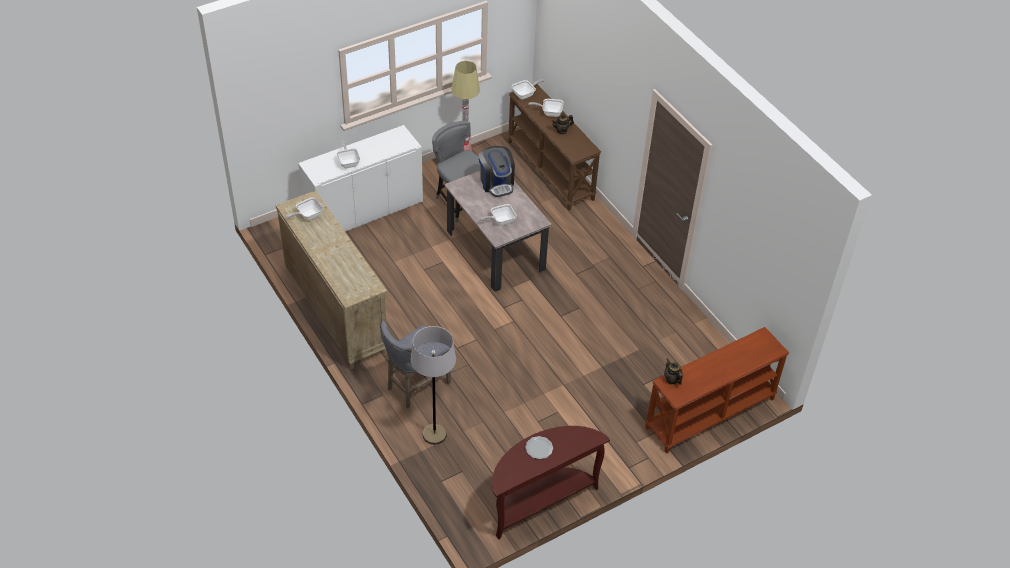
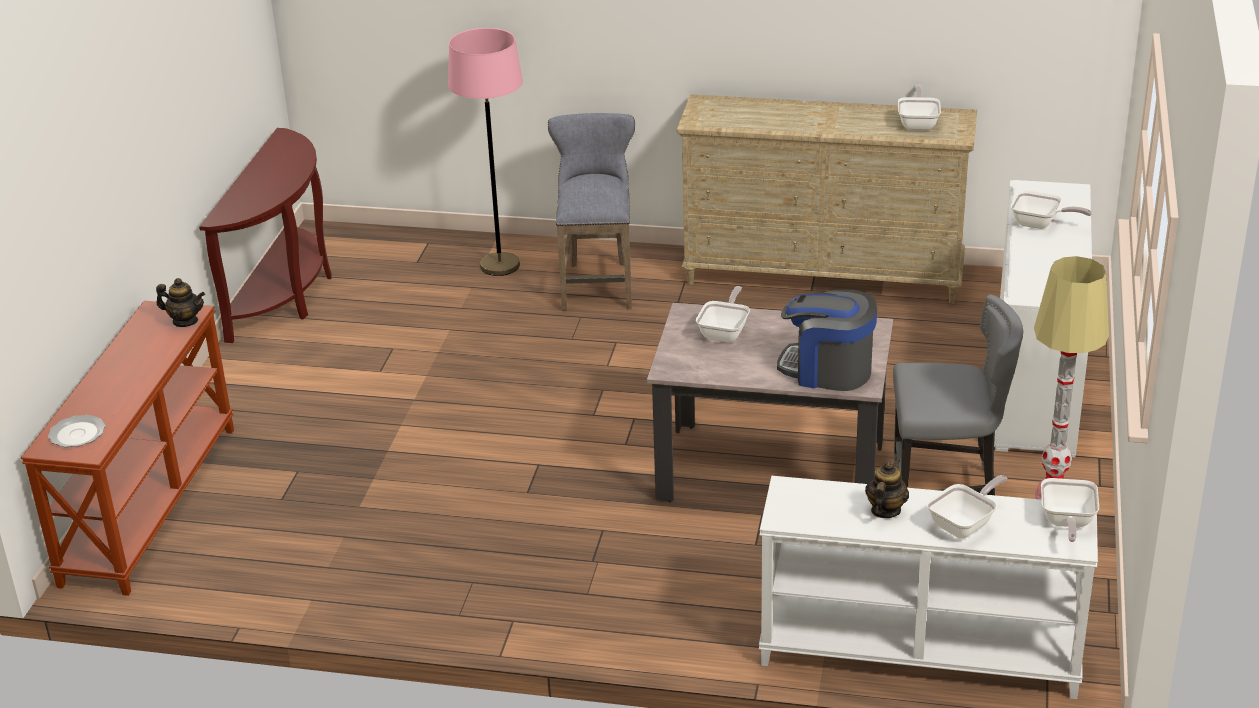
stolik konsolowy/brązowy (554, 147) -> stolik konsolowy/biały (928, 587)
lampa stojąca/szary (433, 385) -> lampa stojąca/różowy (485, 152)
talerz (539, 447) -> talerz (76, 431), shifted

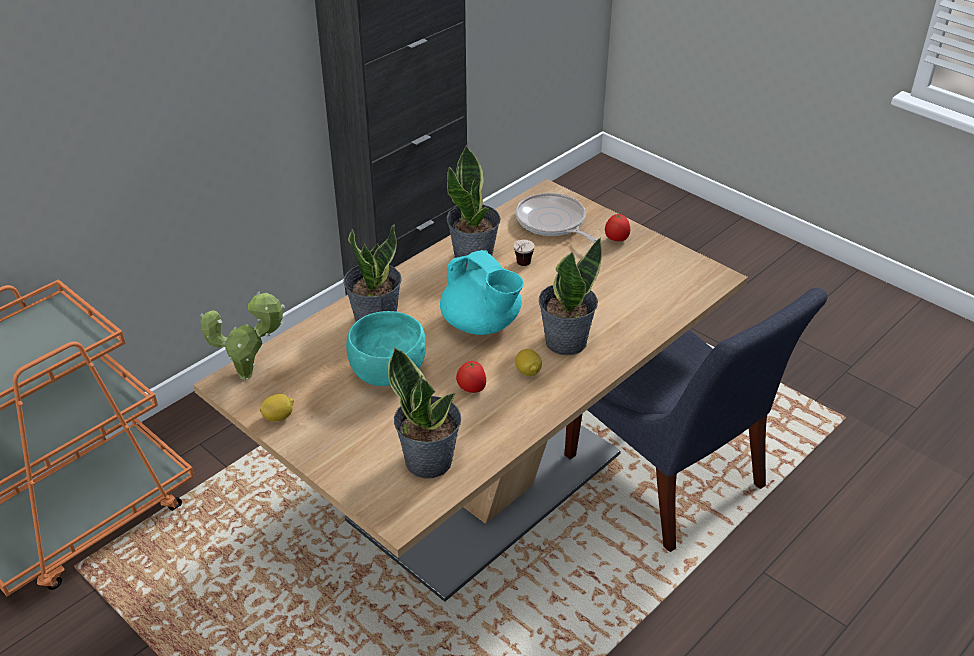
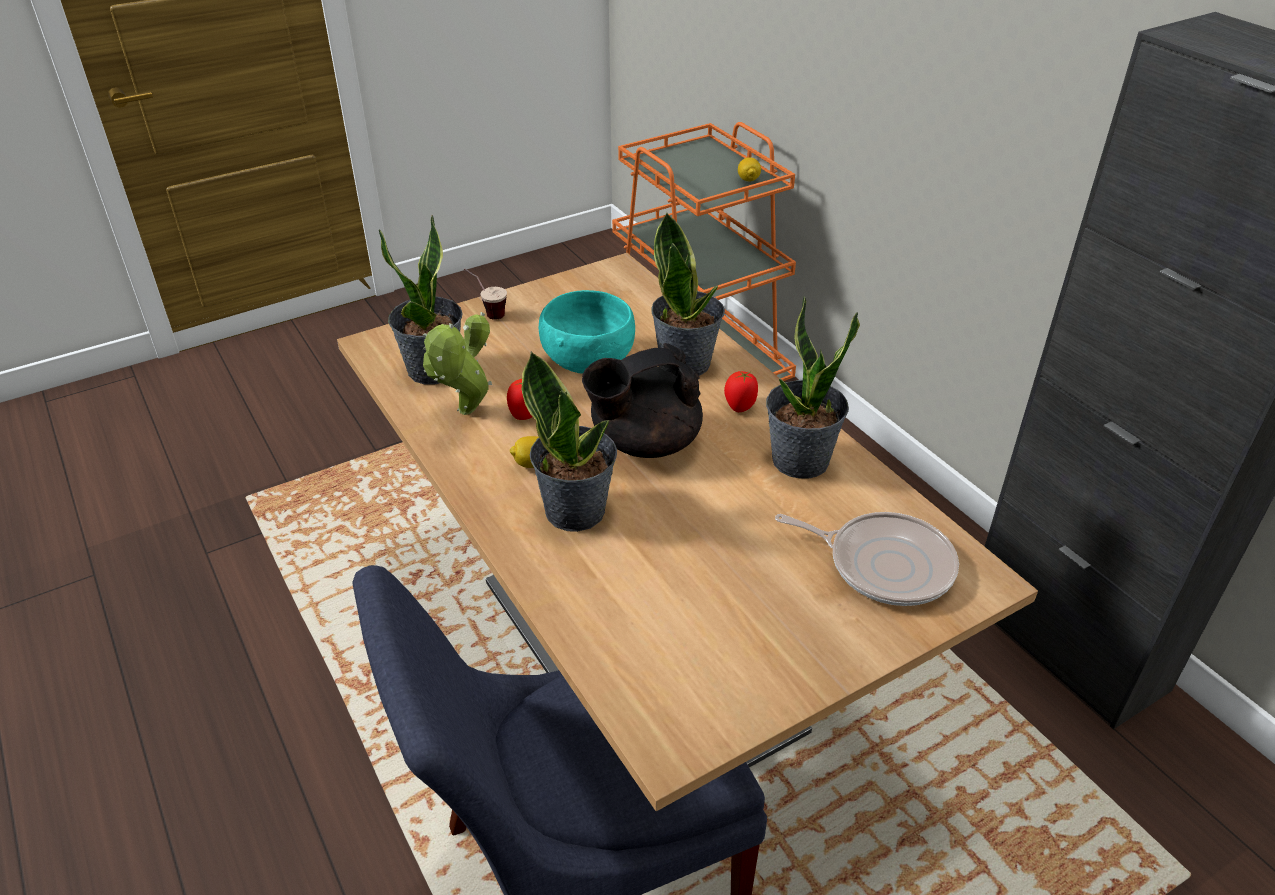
patelnia (556, 218) -> patelnia (867, 559), 45 degrees clockwise
pomidor (617, 227) -> pomidor (741, 391), shifted
filiżanka (524, 253) -> filiżanka (485, 294), shifted
imbryk/turkusowy (482, 292) -> imbryk/czarny (642, 400)
roślina doniczkowa (242, 335) -> roślina doniczkowa (457, 363), shifted
cytryna (277, 408) -> cytryna (749, 169), shifted

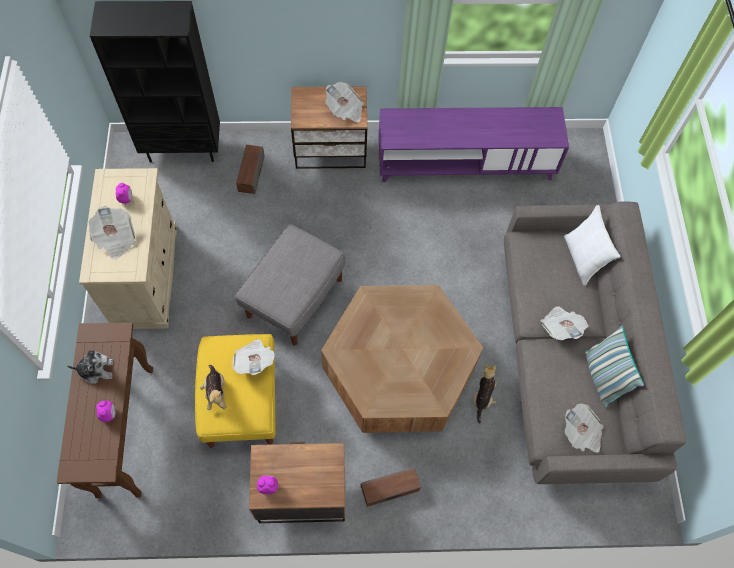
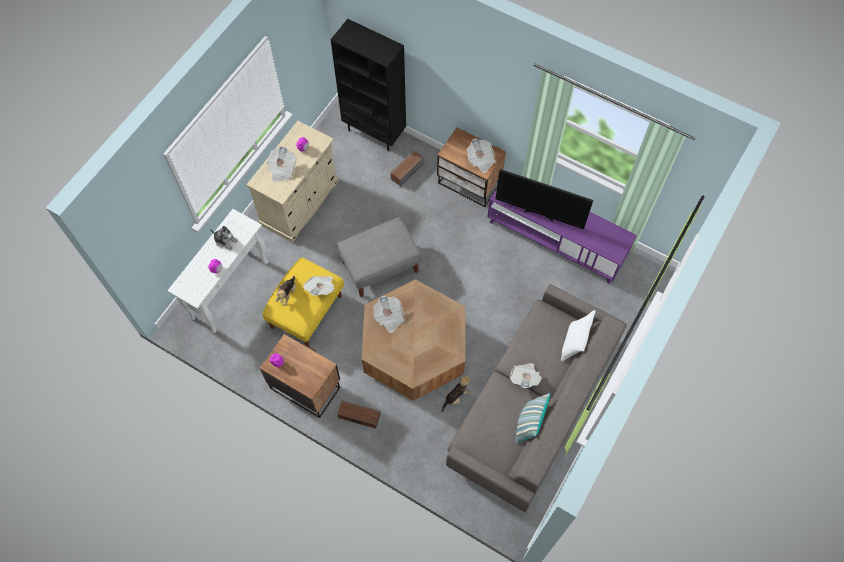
stolik konsolowy/brązowy (104, 410) -> stolik konsolowy/biały (218, 271)
gazeta (584, 428) -> gazeta (389, 314), shifted
none -> telewizor (544, 199)

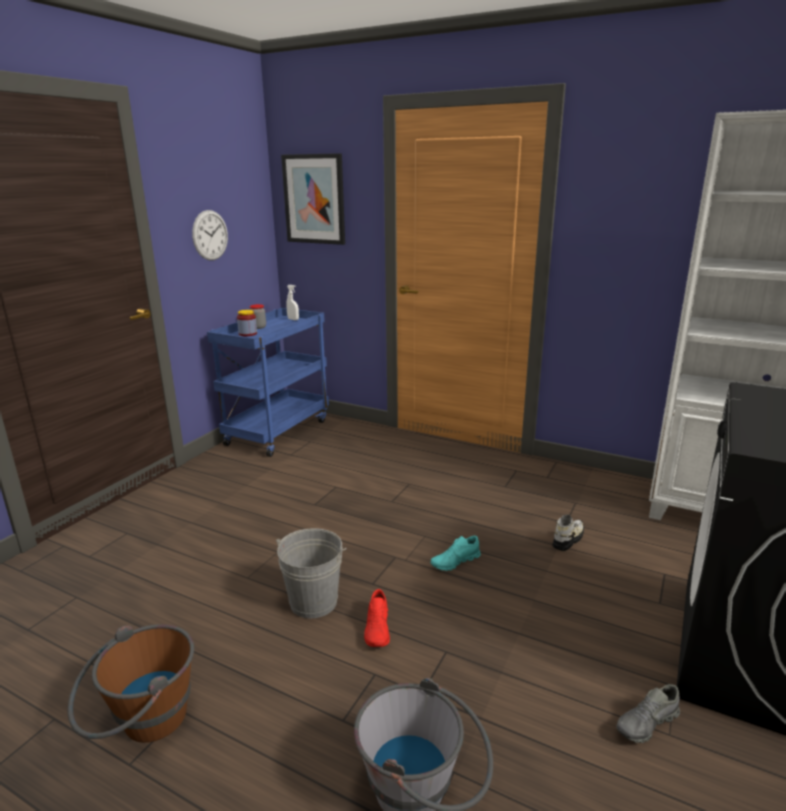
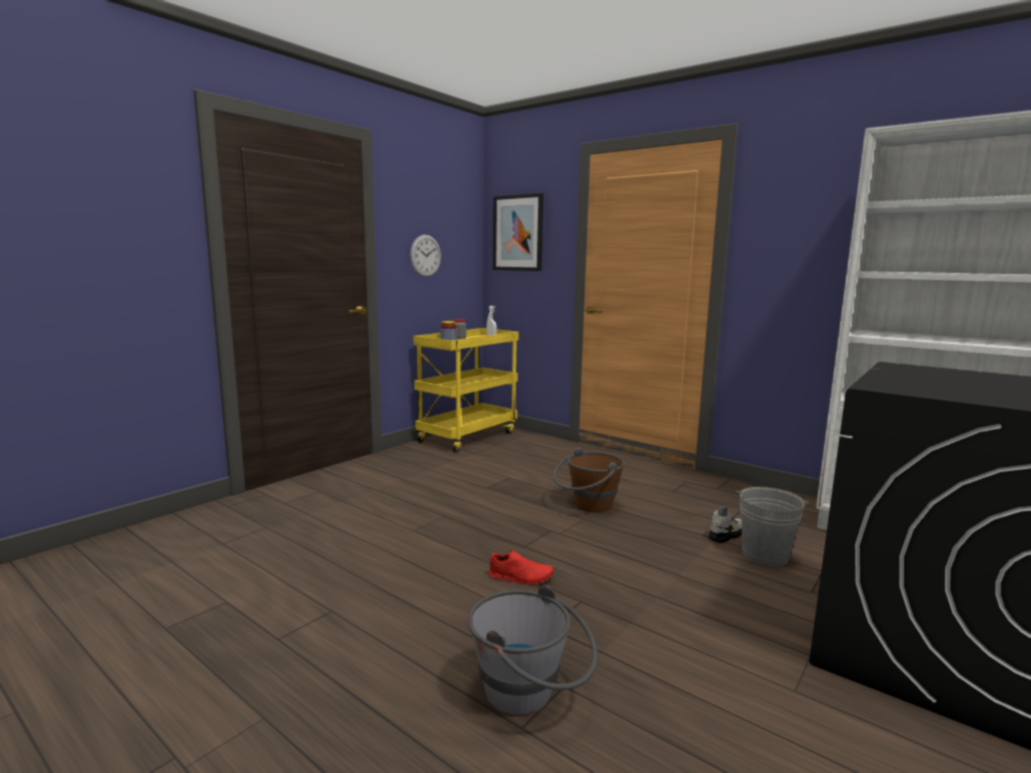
wózek/niebieski (268, 382) -> wózek/żółty (466, 390)
wiadro/szary (311, 573) -> wiadro/szary (772, 526), shifted
but/turkusowy (456, 553) -> none
but/czerwony (377, 618) -> but/czerwony (521, 567), 90 degrees counterclockwise
wiadro/brązowy (131, 683) -> wiadro/brązowy (589, 479), shifted
but/szary (648, 713) -> none

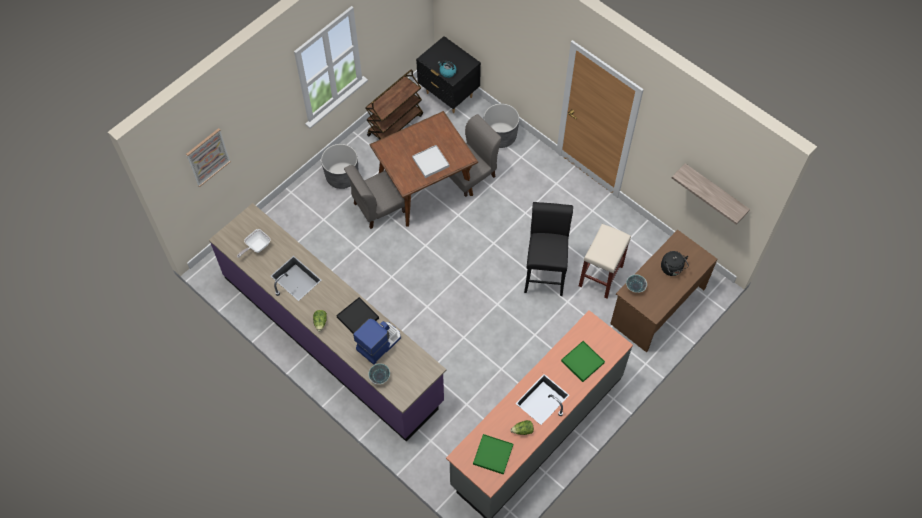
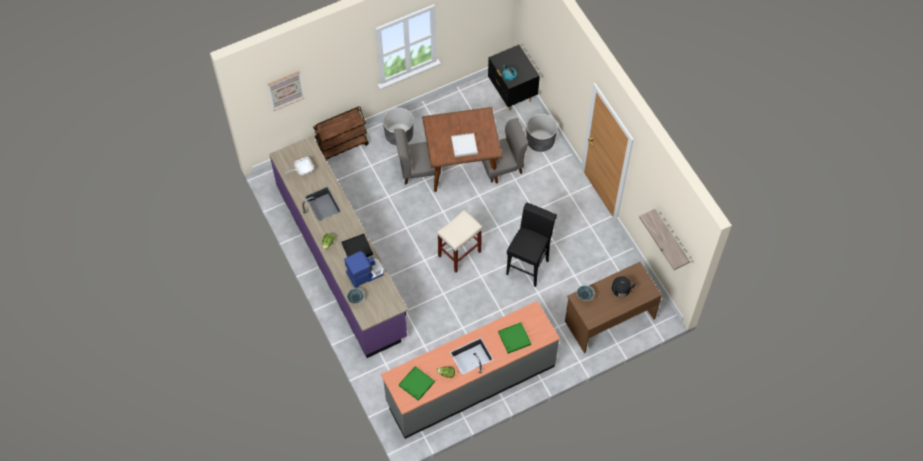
wózek/brązowy (394, 104) -> wózek/brązowy (341, 133), shifted
stołek/beżowy (605, 261) -> stołek/beżowy (459, 241), shifted

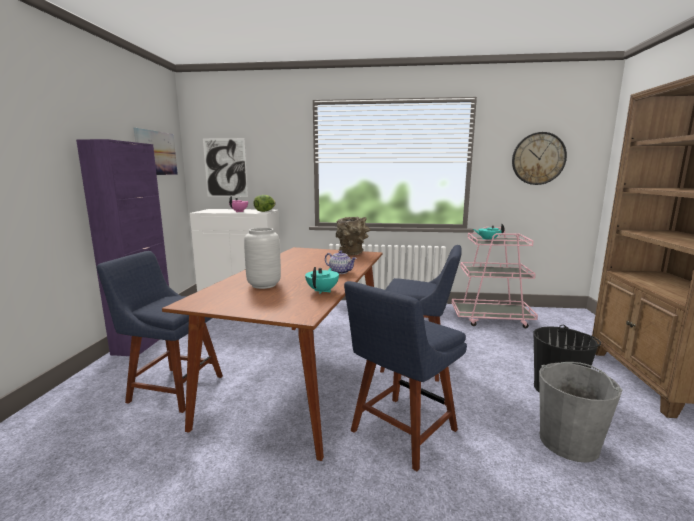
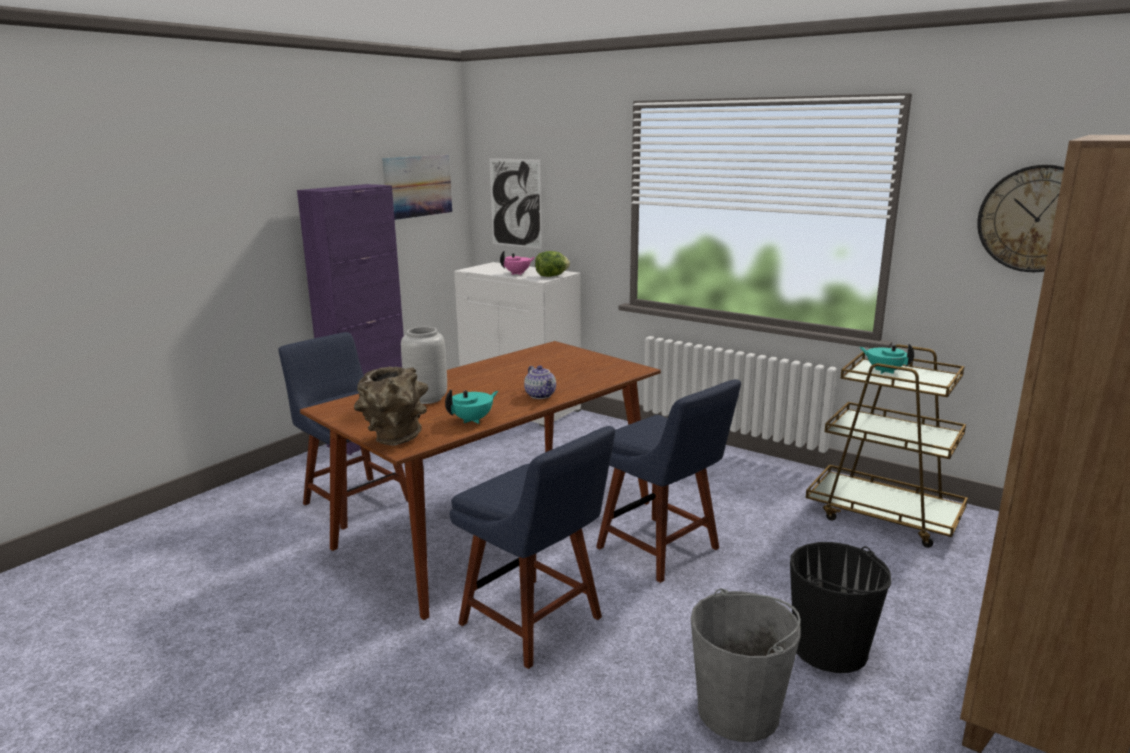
wazon/brązowy (353, 236) -> wazon/brązowy (391, 406), shifted
wózek/różowy (495, 277) -> wózek/brązowy (887, 446)
krzesło/niebieski (405, 376) -> krzesło/niebieski (532, 547), 120 degrees counterclockwise

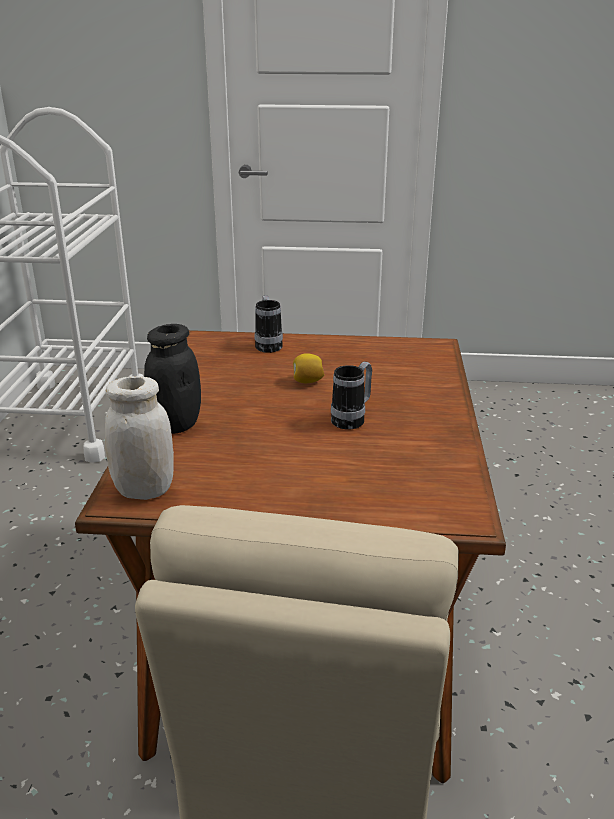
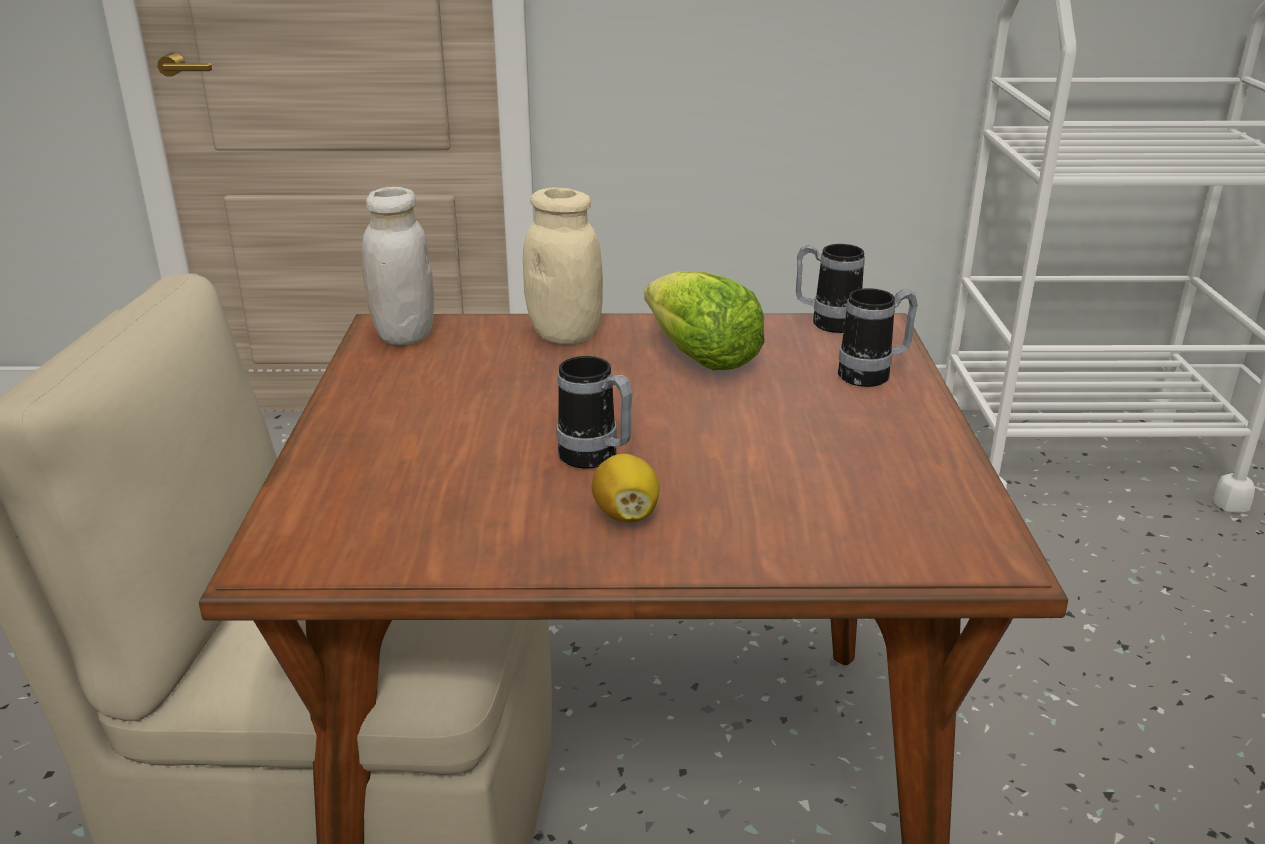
słoik/czarny (172, 379) -> słoik/beżowy (563, 265)
cytryna (309, 368) -> cytryna (625, 488), shifted
none -> kubek (830, 288)
none -> sałata (704, 320)

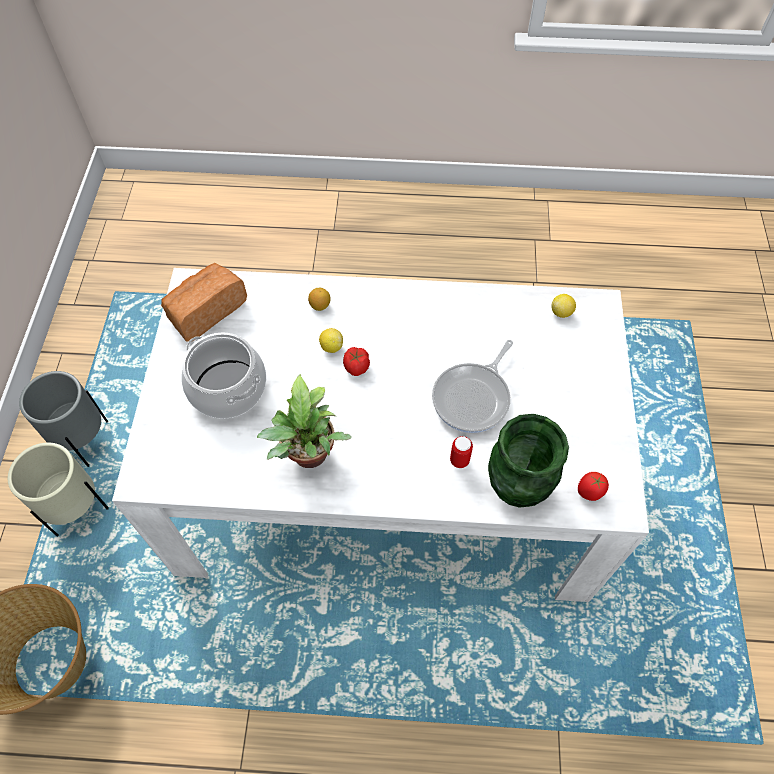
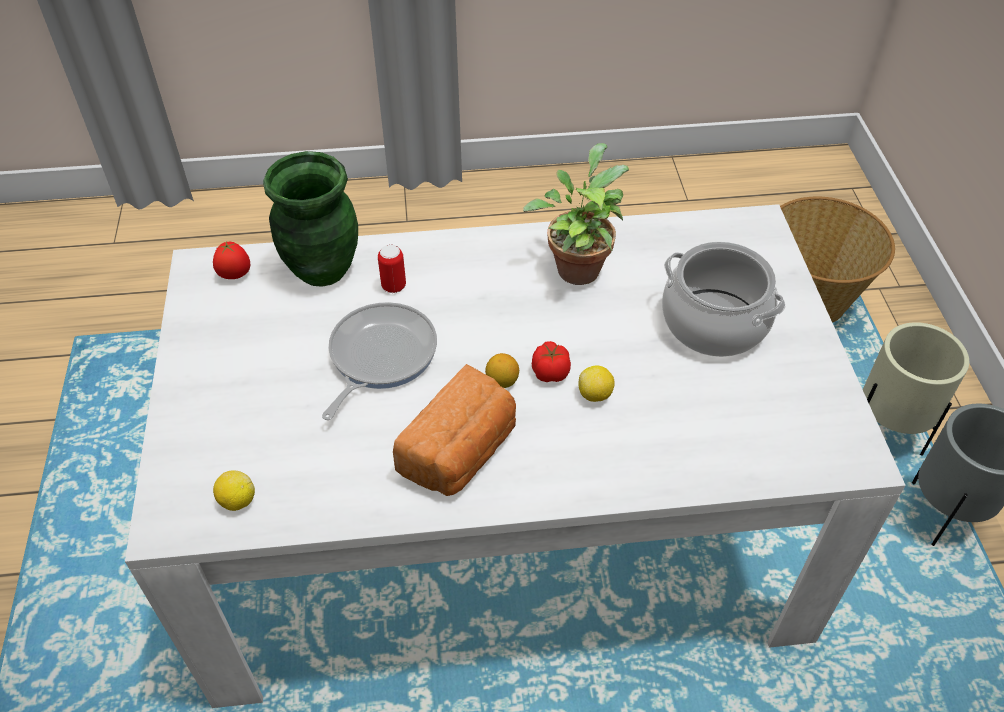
chleb (204, 302) -> chleb (454, 430), shifted
cytryna (319, 299) -> cytryna (502, 370), shifted

